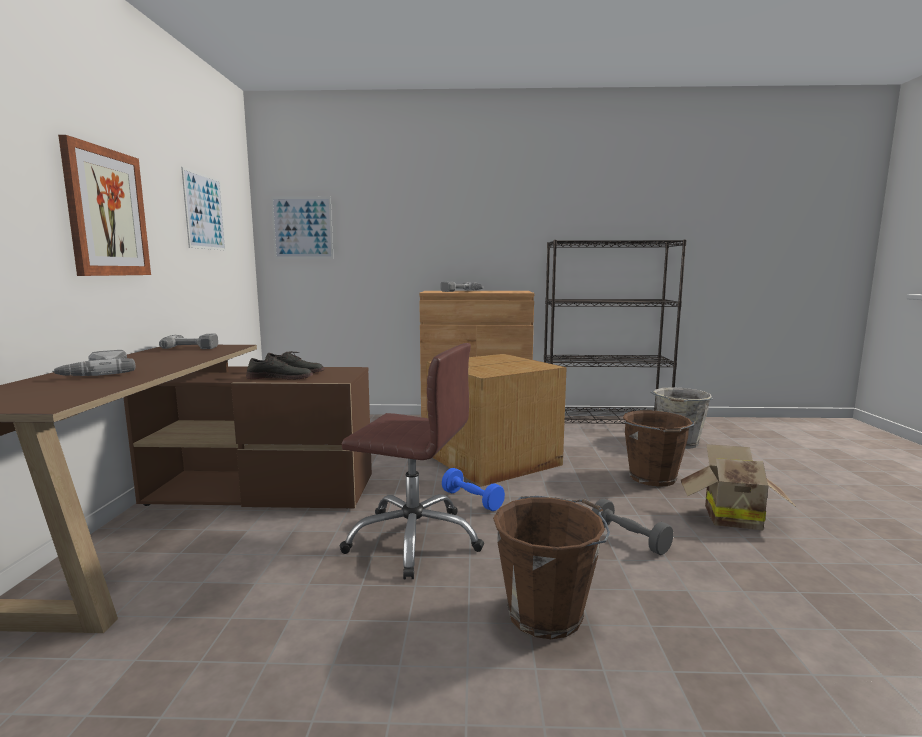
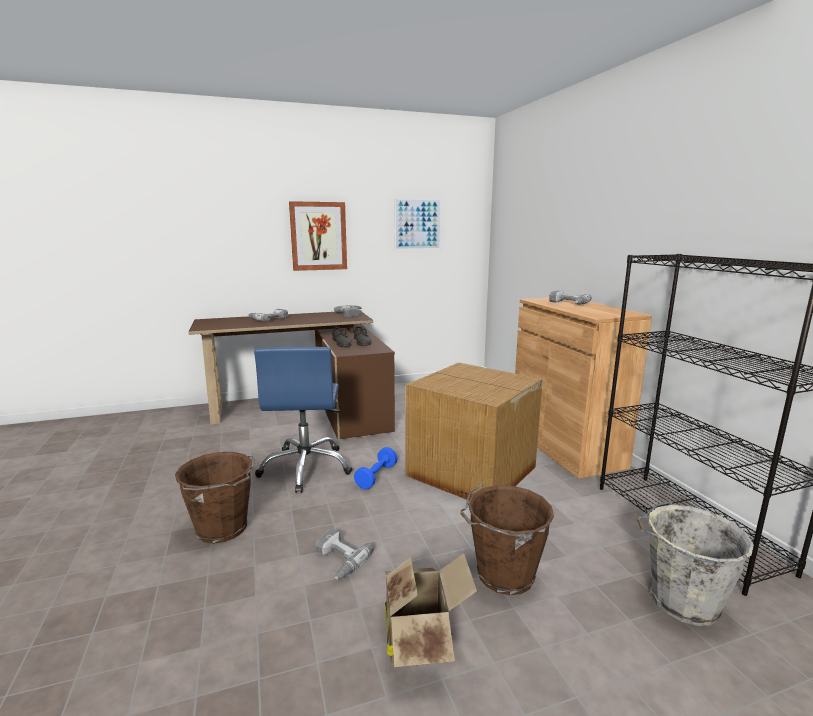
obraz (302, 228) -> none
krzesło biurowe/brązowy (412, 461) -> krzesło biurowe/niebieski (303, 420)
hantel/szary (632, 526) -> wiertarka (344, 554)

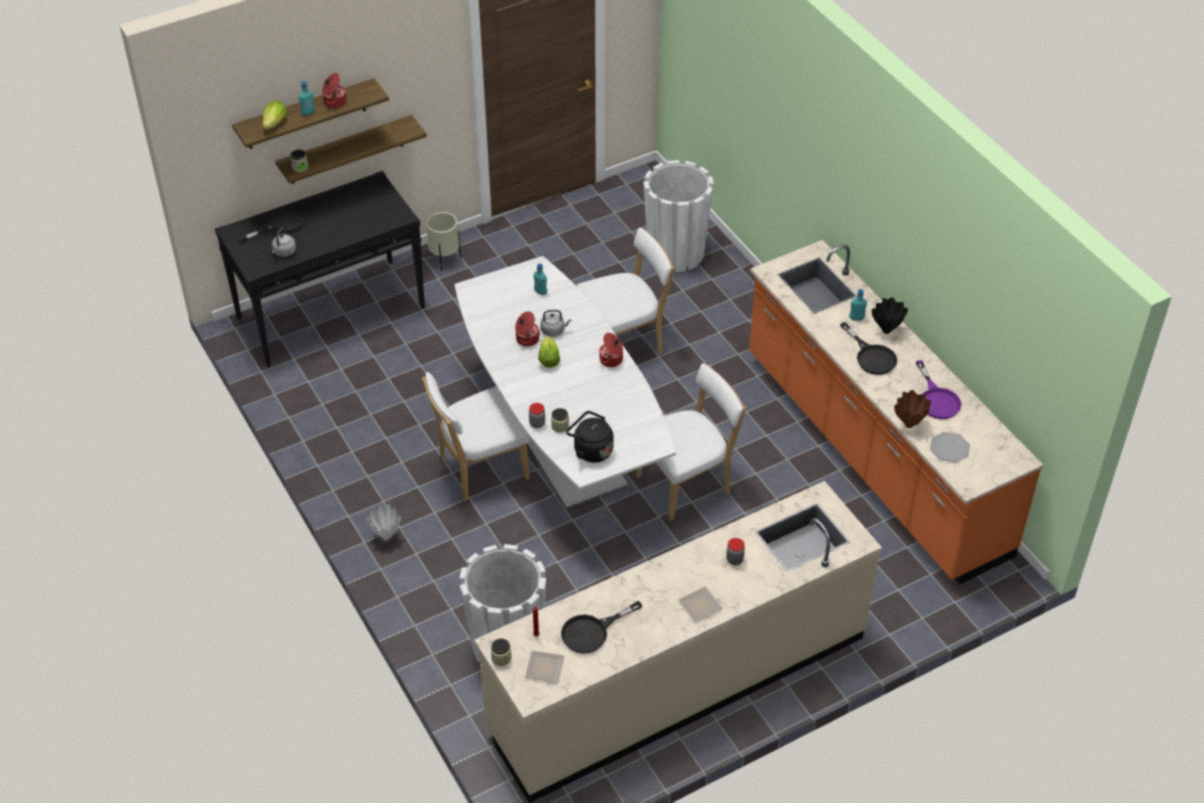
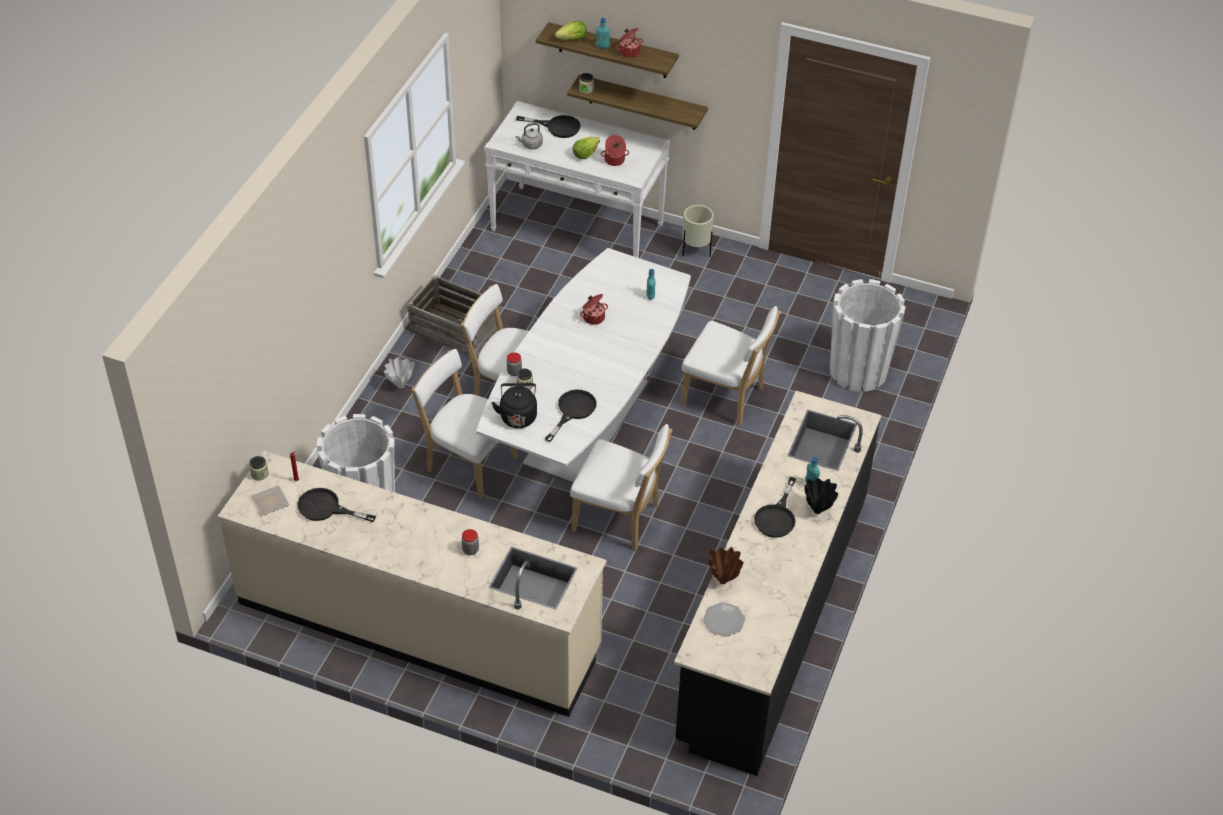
stolik konsolowy/czarny (320, 269) -> stolik konsolowy/biały (577, 179)
zabudowa kuchenna/pomarańczowy (896, 412) -> zabudowa kuchenna/czarny (777, 583)
czajnik/szary (556, 323) -> none
garnek (611, 350) -> garnek (614, 150), shifted
sałata (549, 352) -> sałata (586, 148), shifted
patelnia/fioletowy (938, 389) -> none
talerz (700, 604) -> none
none -> skrzynka (453, 316)
none -> krzesło/biały (465, 424)
none -> patelnia/czarny (571, 416)

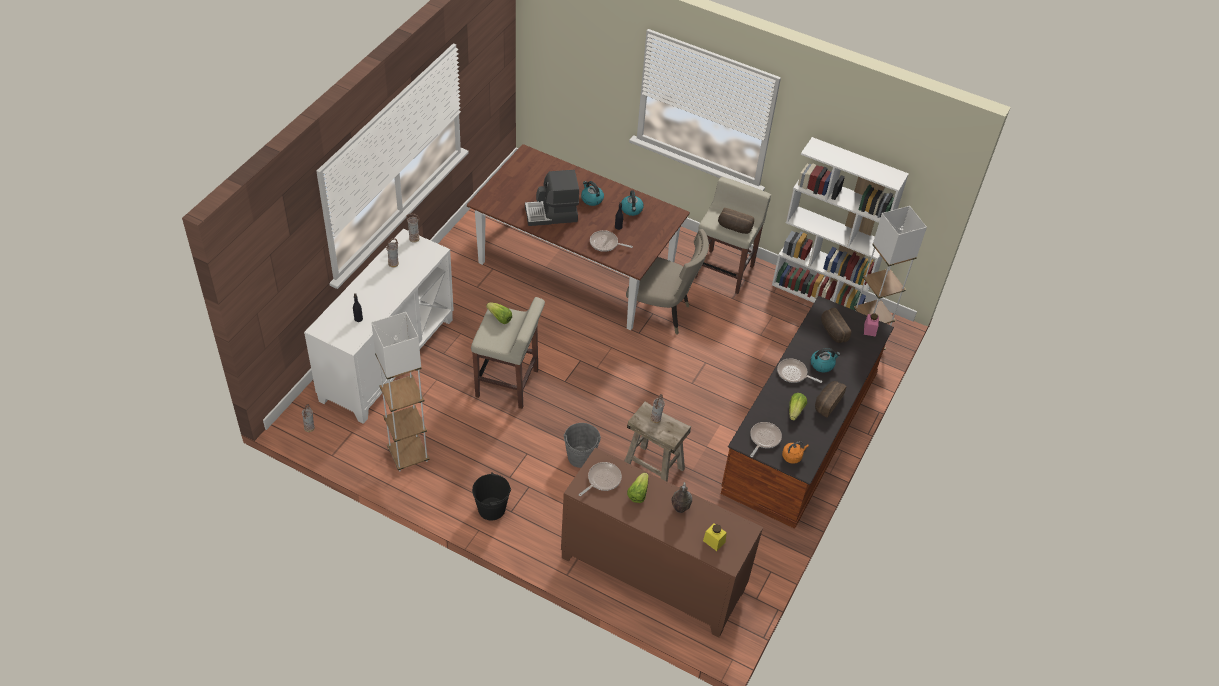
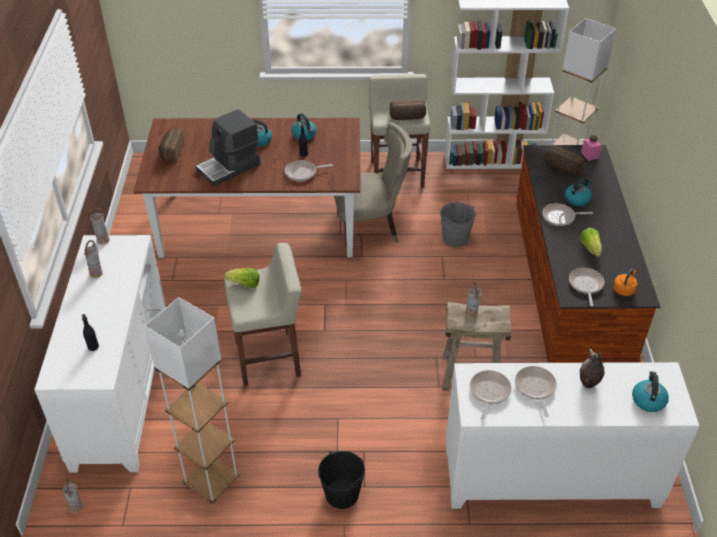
chleb (830, 399) -> chleb (171, 145), shifted
wiadro/szary (582, 445) -> wiadro/szary (458, 224), shifted
szafka/brązowy (662, 542) -> szafka/biały (572, 435)
sałata (638, 487) -> patelnia (536, 391)
słoik/żółty (715, 537) -> czajnik (650, 391)

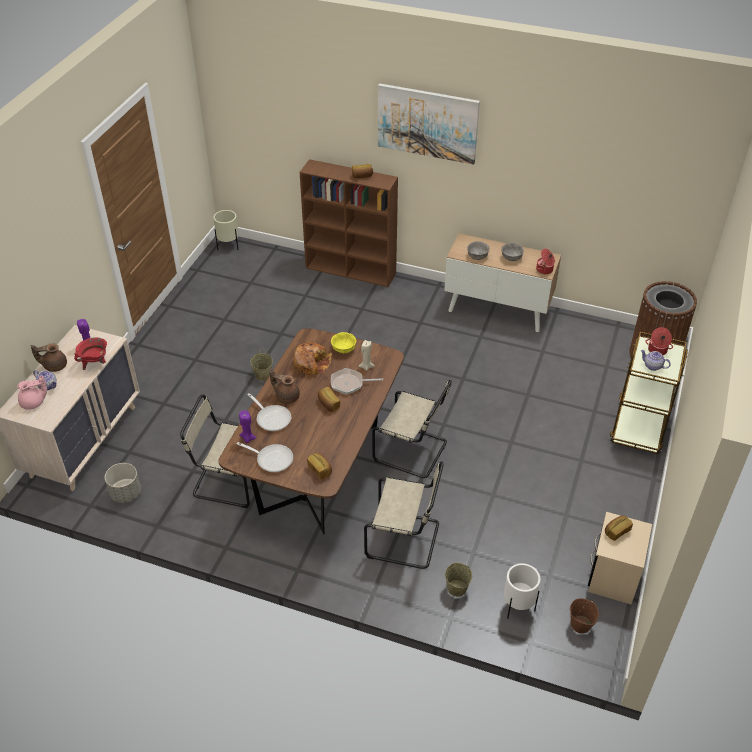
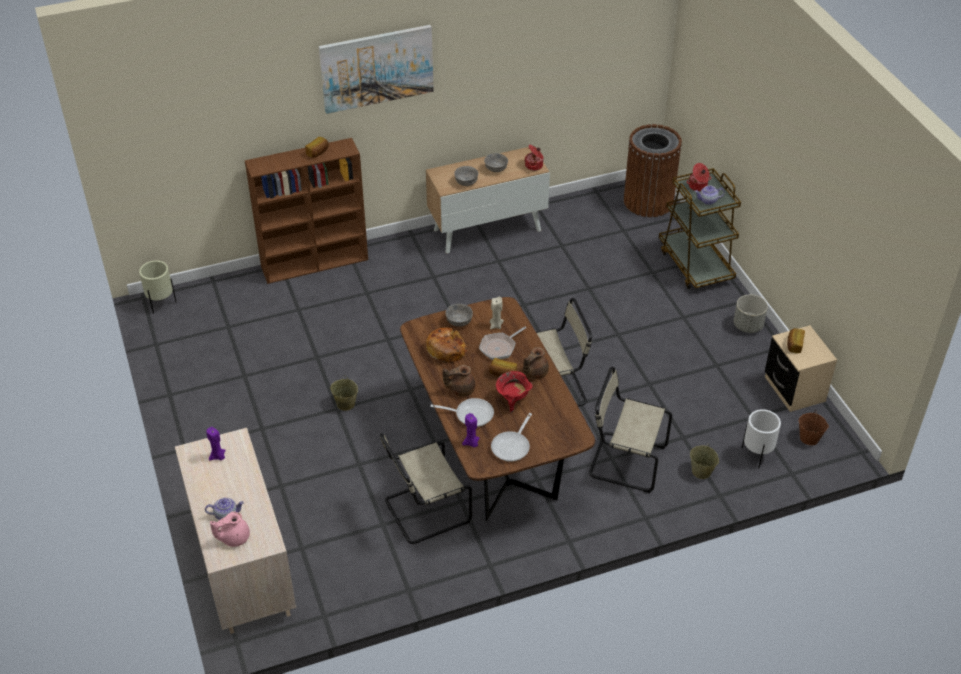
miska/żółty (343, 342) -> miska/szary (459, 315)
garnek/czerwony (90, 353) -> garnek/czerwony (514, 392), shifted
imbryk/brązowy (49, 357) -> imbryk/brązowy (536, 363), shifted
imbryk/różowy (32, 392) -> imbryk/różowy (230, 529), 150 degrees counterclockwise
patelnia (265, 457) -> patelnia (511, 437), 135 degrees clockwise
chleb (319, 466) -> none
krzesło/beżowy (404, 515) -> krzesło/beżowy (630, 430), 135 degrees counterclockwise
donica/szary (123, 483) -> donica/szary (751, 314), shifted

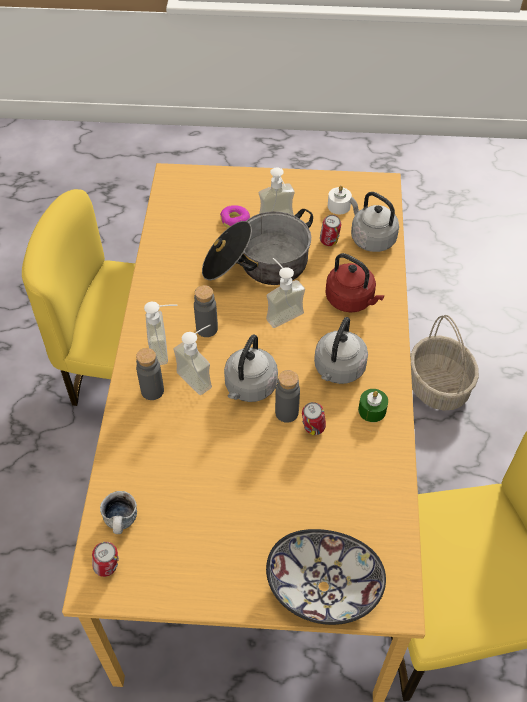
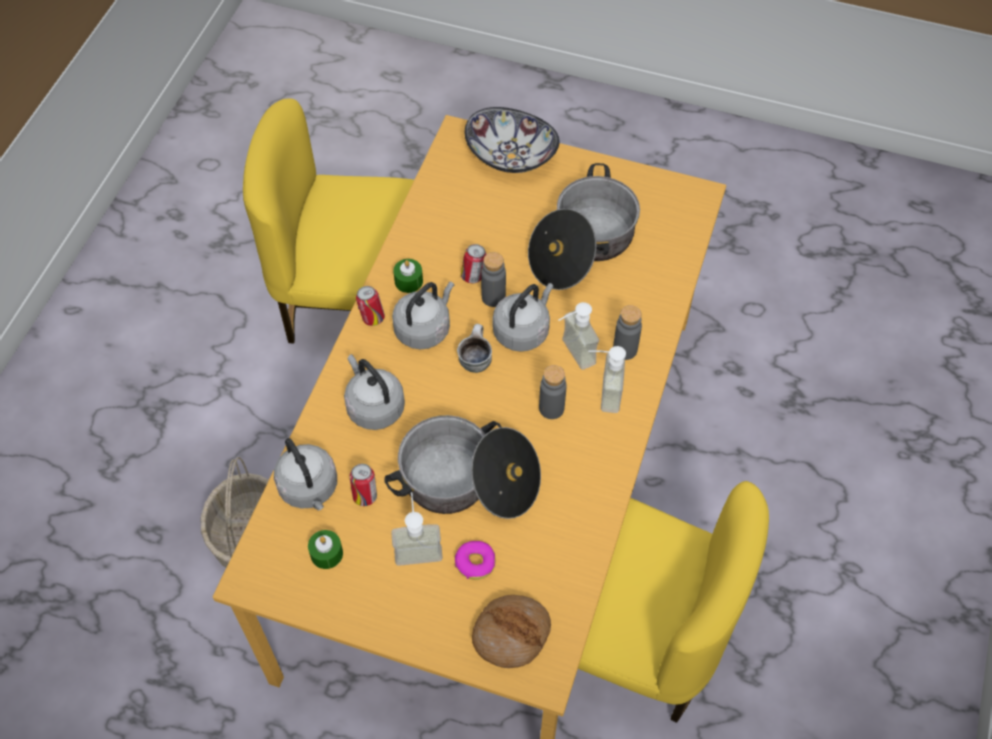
świeca/biały (340, 199) -> świeca/zielony (325, 549)
czajnik/czerwony (354, 282) -> czajnik/szary (374, 392)
dozownik mydła (285, 293) -> none
kubek (118, 512) -> kubek (474, 348), shifted
puszka (105, 559) -> puszka (370, 306), shifted
none -> garnek (584, 226)
none -> chleb (511, 631)

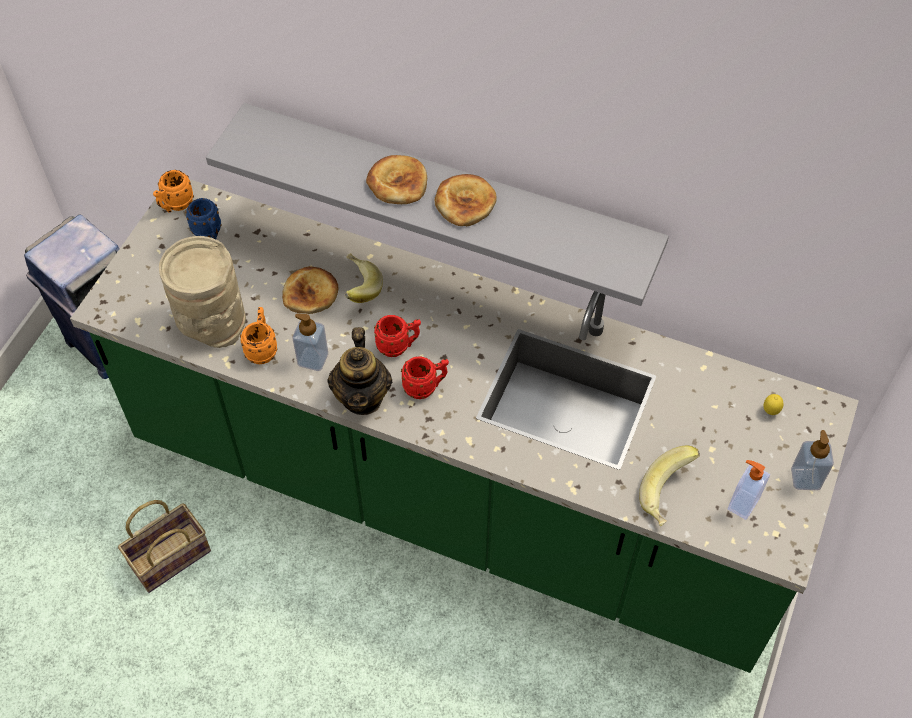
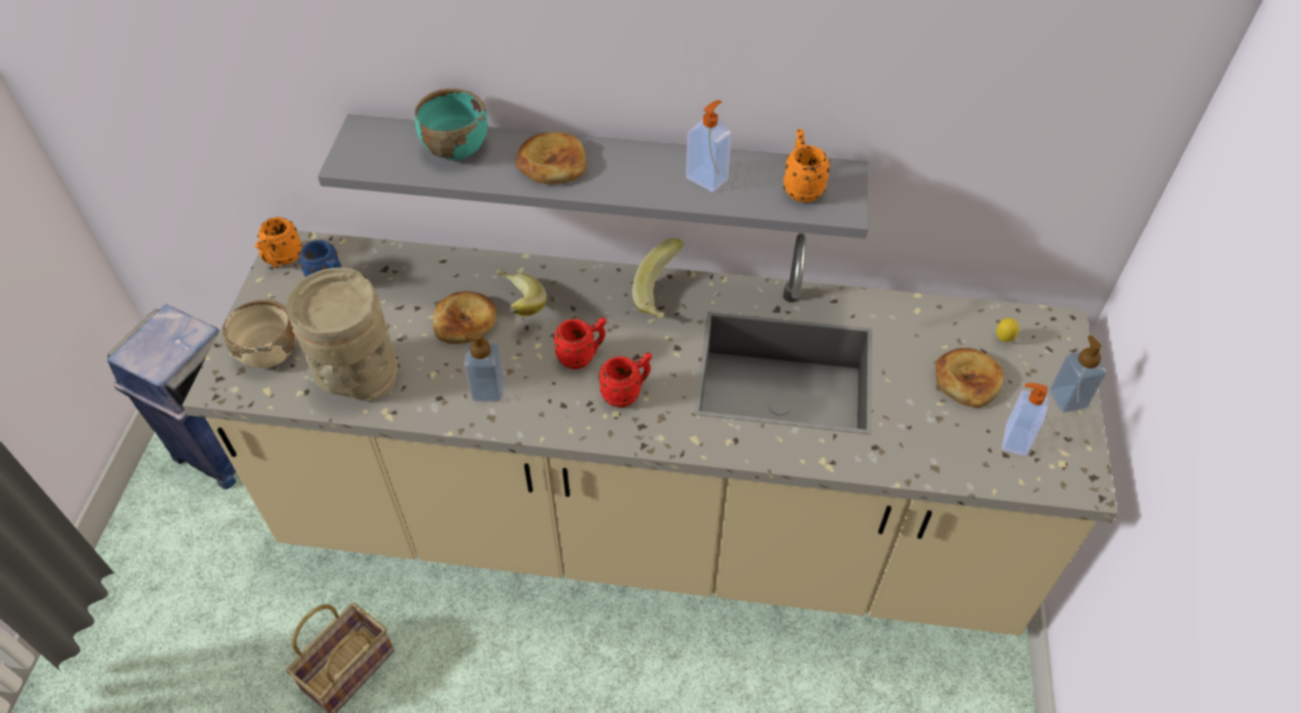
chleb (466, 200) -> chleb (969, 377), shifted
zabudowa kuchenna/zielony (464, 426) -> zabudowa kuchenna/beżowy (650, 433)
kubek/pomarańczowy (258, 335) -> kubek/pomarańczowy (806, 166), shifted
imbryk (360, 371) -> none
banan (669, 485) -> banan (658, 279), shifted
none -> miska/turkusowy (451, 124)
none -> dozownik mydła (709, 146)
none -> miska/beżowy (259, 334)

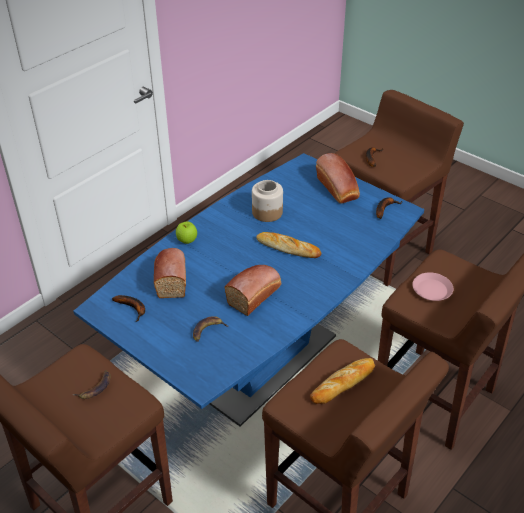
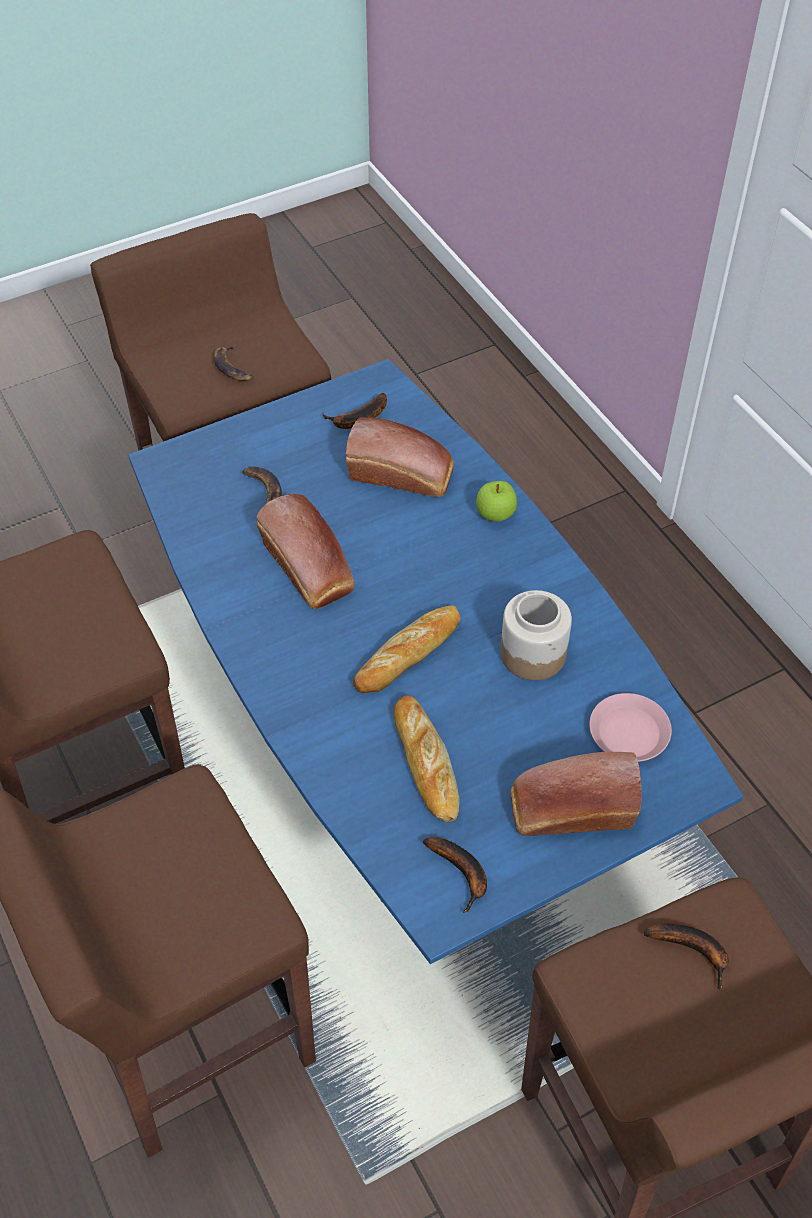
talerz/różowy (432, 286) -> talerz/różowy (630, 727), shifted
chleb (342, 381) -> chleb (427, 758), shifted

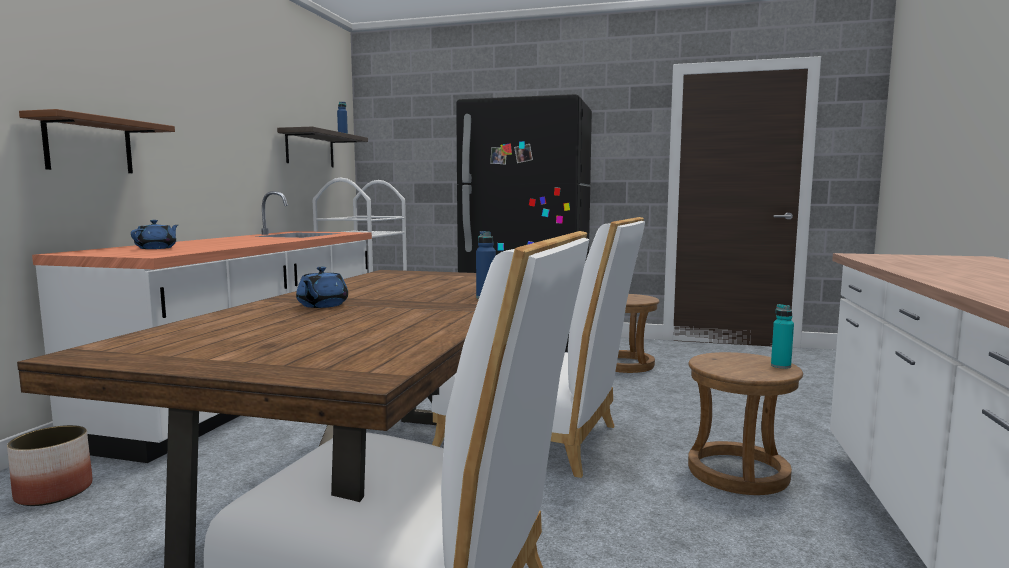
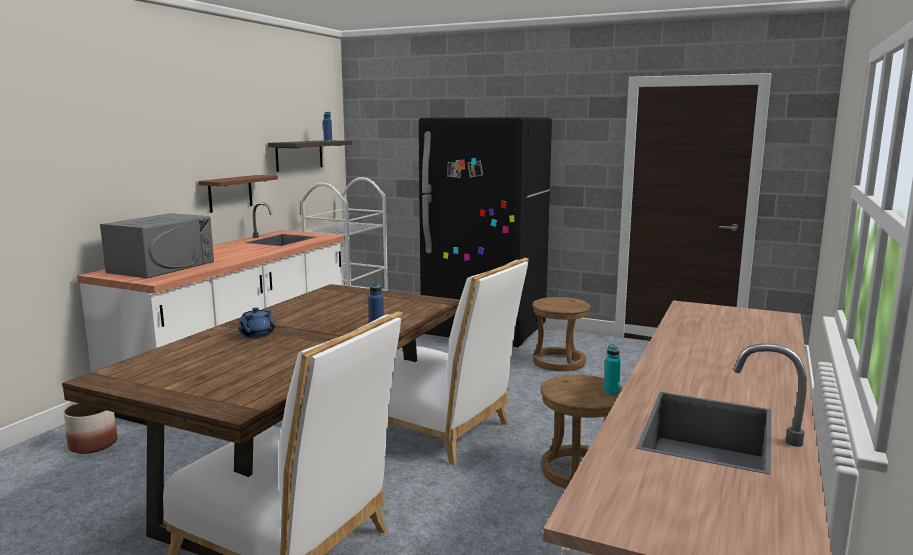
półka/brązowy (97, 141) -> półka/brązowy (238, 194), shifted
imbryk/niebieski (154, 234) -> mikrofalówka/szary (157, 246)

